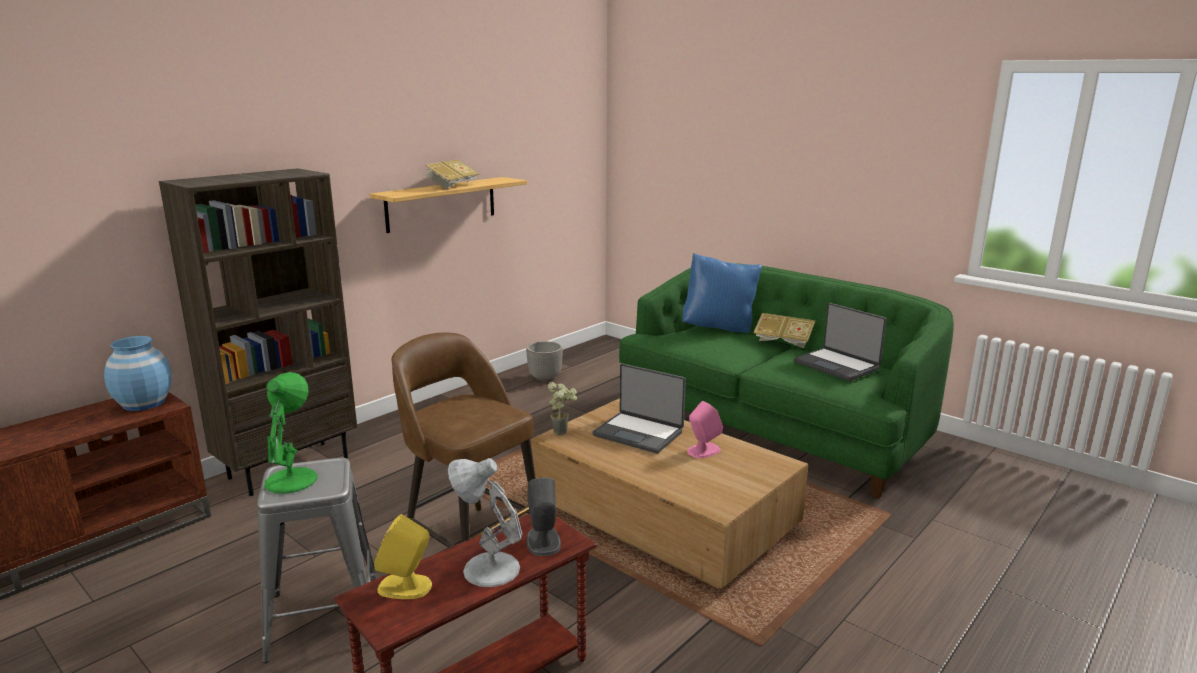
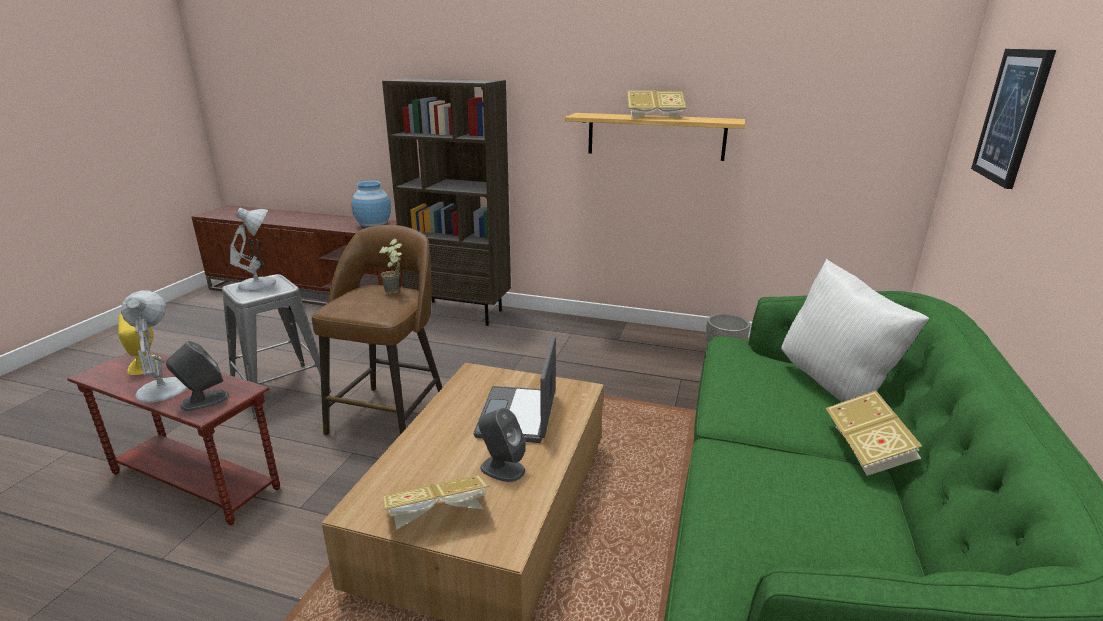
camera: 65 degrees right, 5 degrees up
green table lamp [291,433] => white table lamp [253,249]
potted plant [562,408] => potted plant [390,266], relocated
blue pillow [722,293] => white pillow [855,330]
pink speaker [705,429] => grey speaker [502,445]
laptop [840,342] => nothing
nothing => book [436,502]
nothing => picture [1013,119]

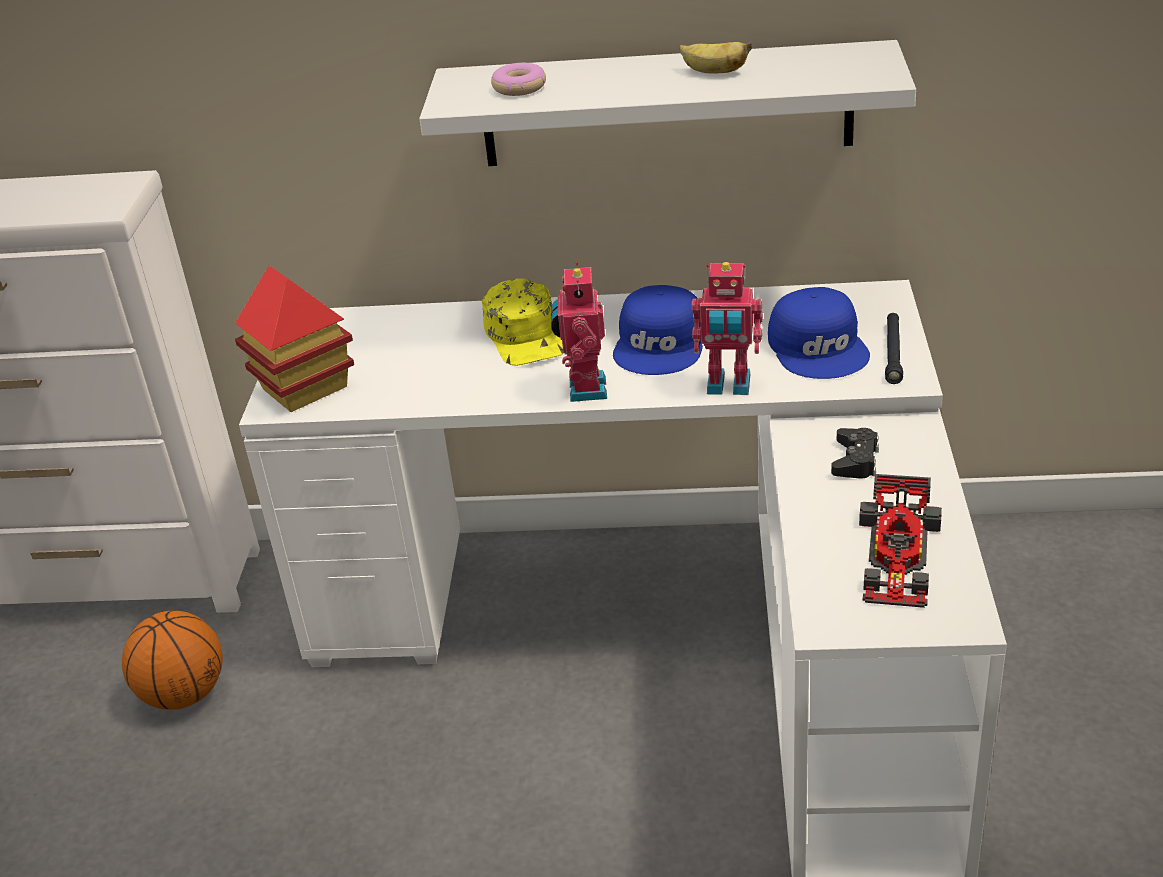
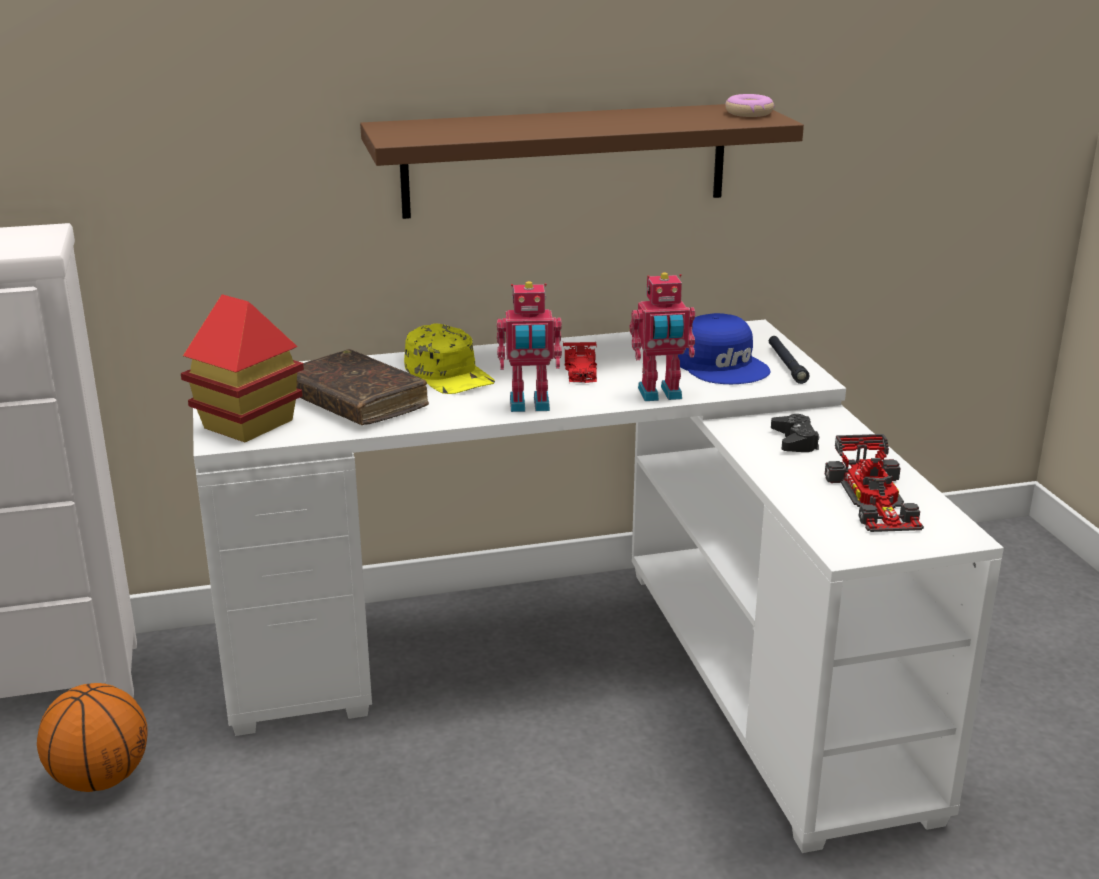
camera: 20 degrees left, 10 degrees down
white shelf [667,103] => brown shelf [582,161]
donut [518,79] => donut [750,105], relocated
toy robot [579,332] => toy robot [529,346], 75 degrees counterclockwise
blue cap [658,330] => red toy car [580,362]
banana [715,57] => nothing
nothing => brown book [363,387]

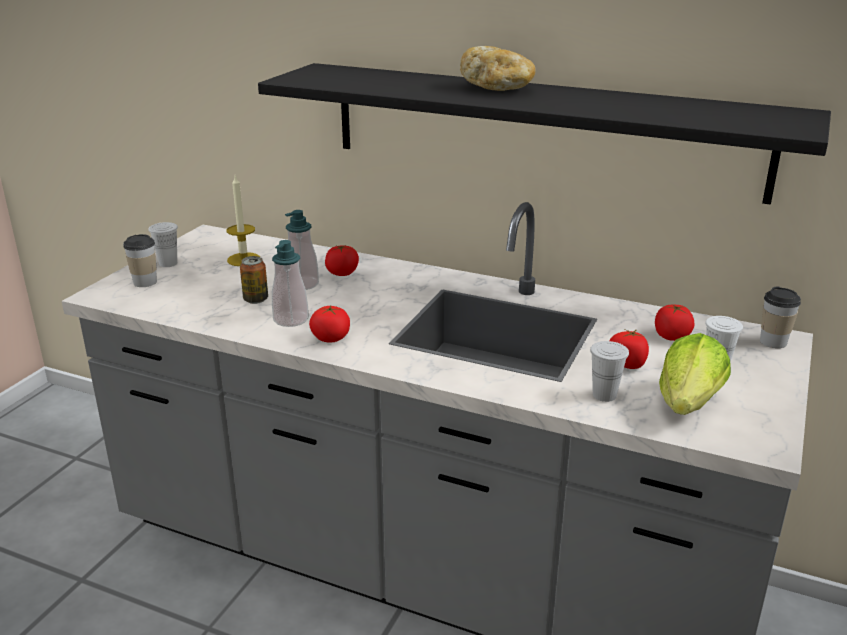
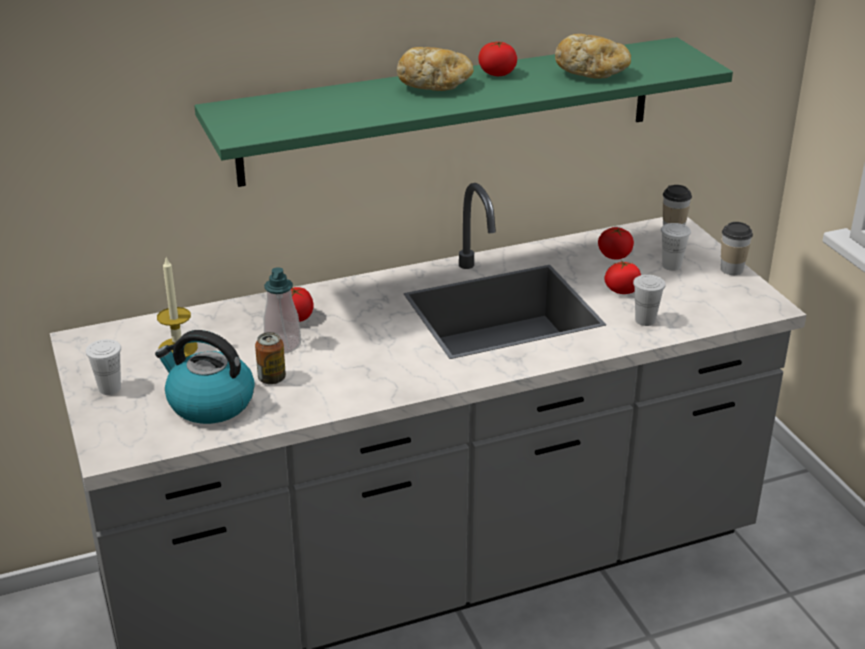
camera: 45 degrees left, 5 degrees up
cup [140,260] => cup [737,248], relocated
black shelf [544,134] => green shelf [464,112]
soap dispenser [290,283] => nothing
tomato [329,324] => tomato [497,59], relocated
lettuce [695,374] => nothing
nothing => kettle [205,377]
nothing => bread [593,56]

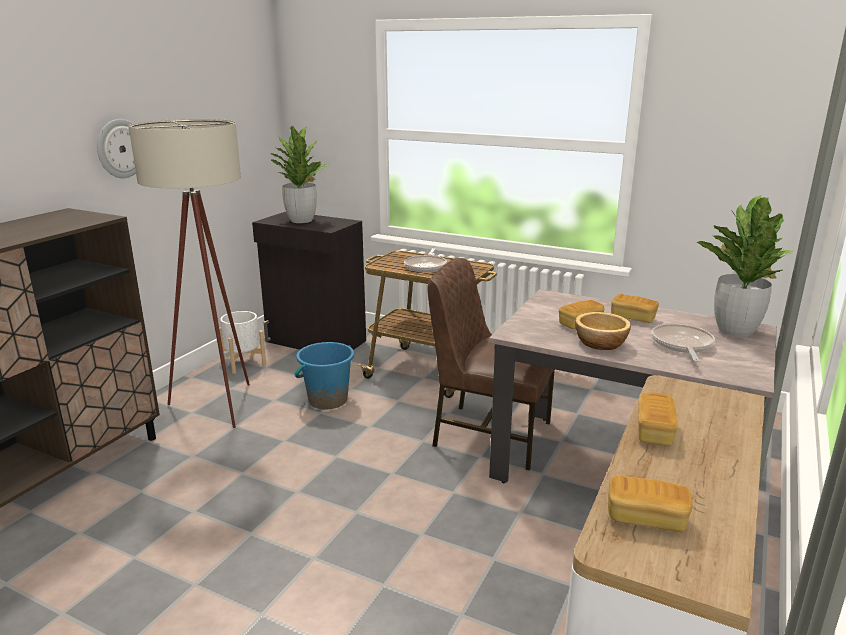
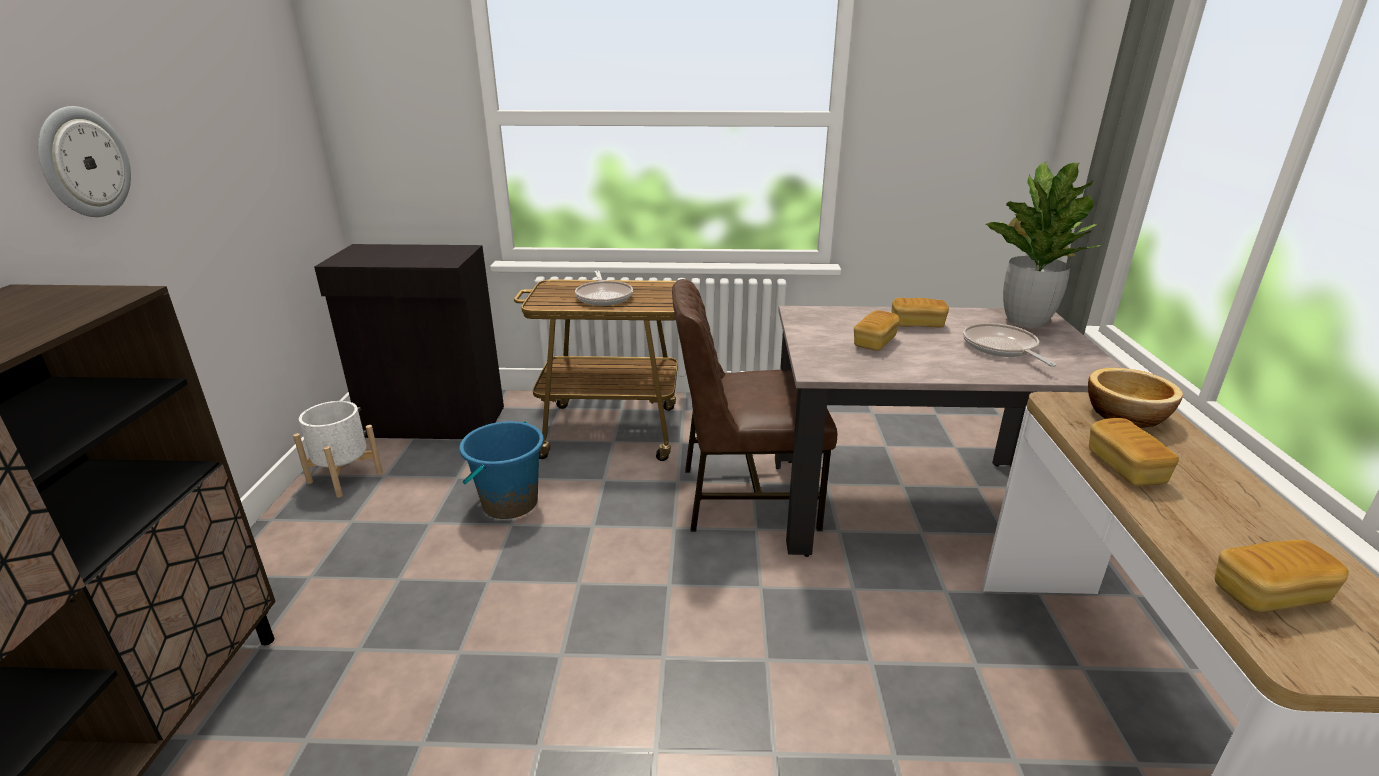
camera: 25 degrees left, 5 degrees up
beige floor lamp [189,273] => nothing
potted plant [299,174] => nothing
bowl [603,331] => bowl [1135,398], relocated

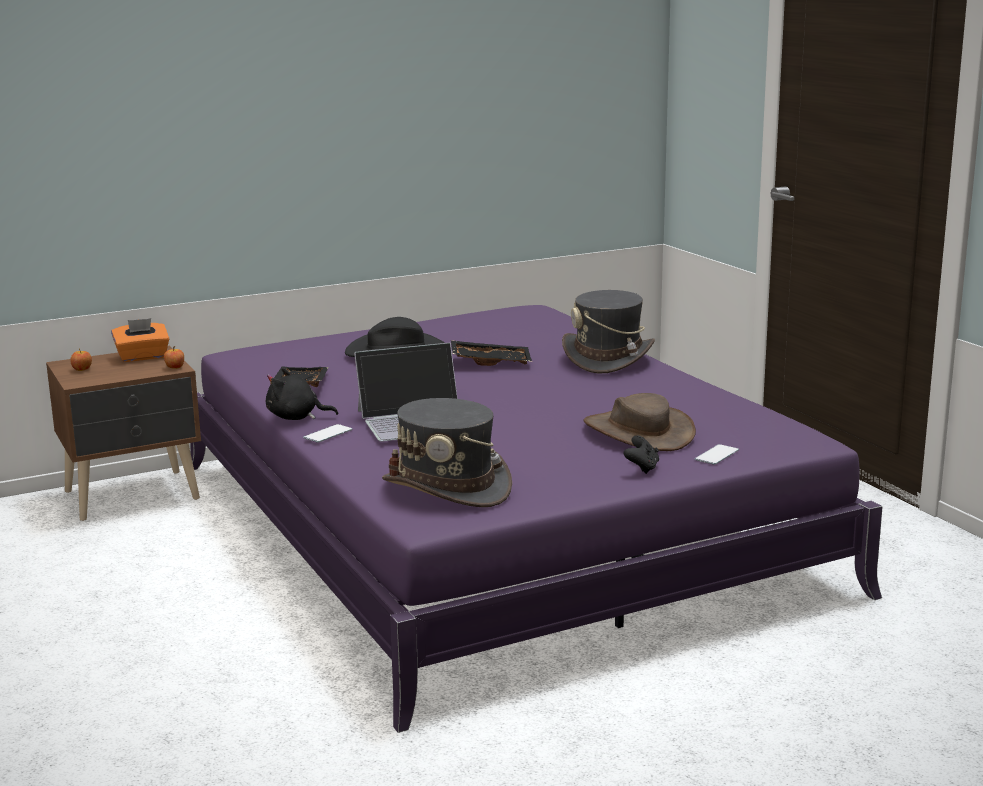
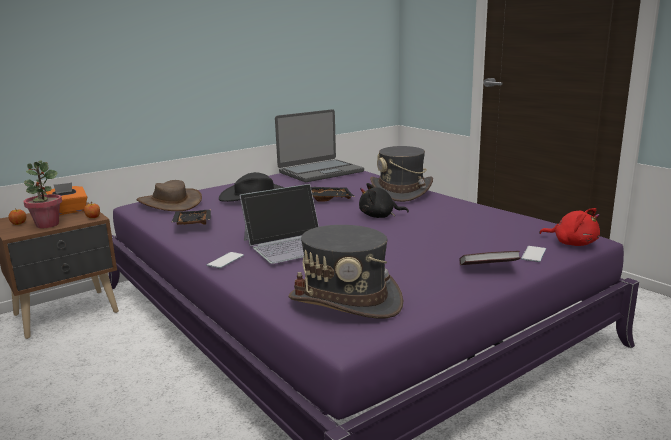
camera: 10 degrees left, 0 degrees up
black plush toy [302,394] => black plush toy [384,200], relocated
brown hat [640,422] => brown hat [169,195], relocated
black game controller [641,454] => book [490,258]
nothing => potted plant [43,194]
nothing => laptop [319,145]
nothing => red plush toy [569,227]

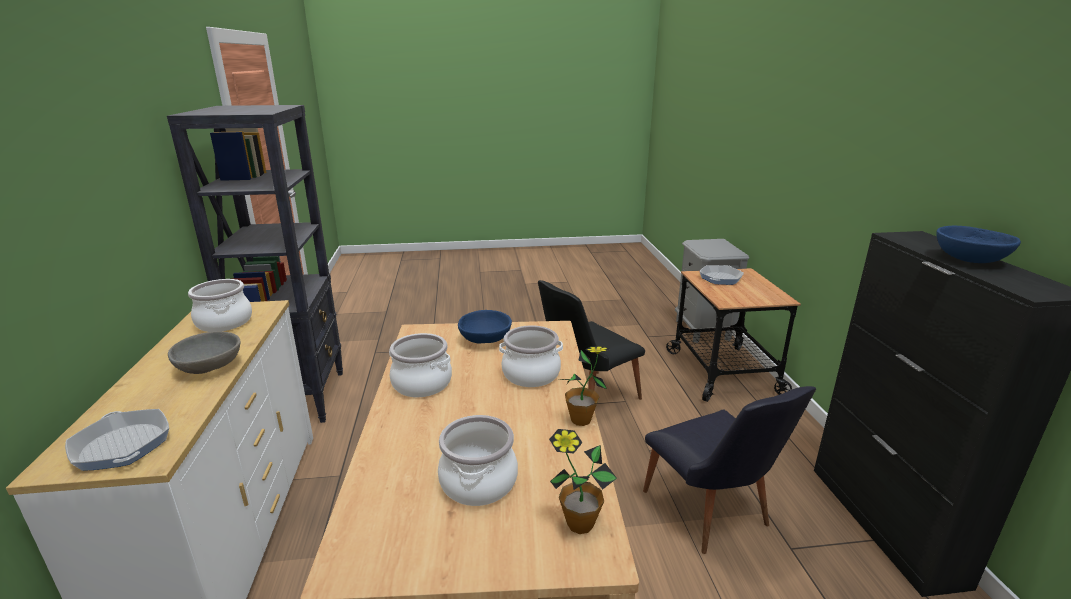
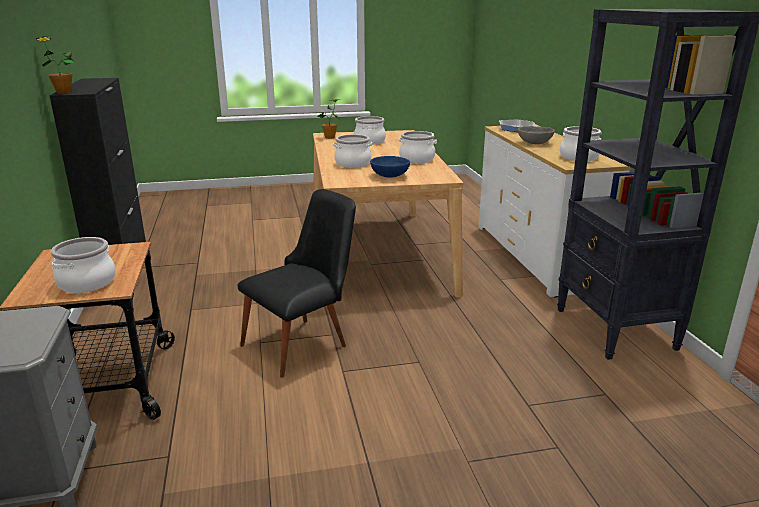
camera: 175 degrees right, 0 degrees up
potted plant [585,386] => potted plant [55,65], relocated
black chair [729,470] => nothing
frying pan [721,275] => cooking pot [83,265]
blue bowl [978,244] => nothing

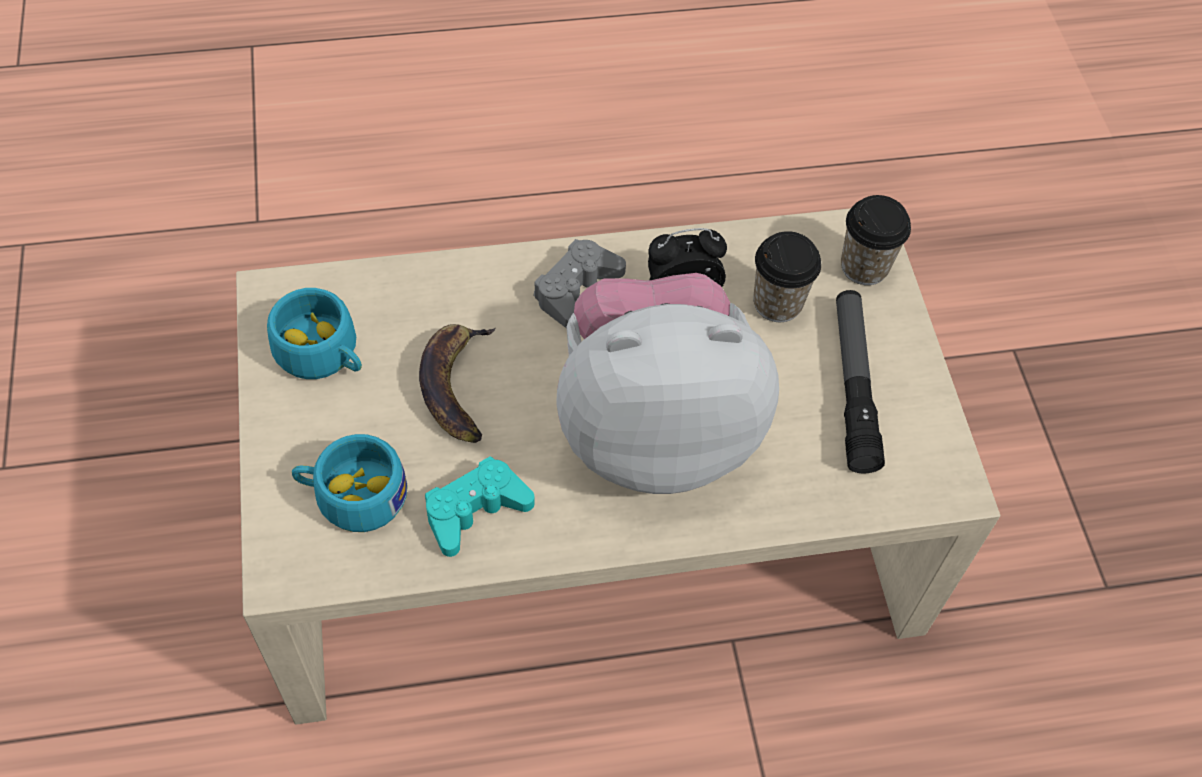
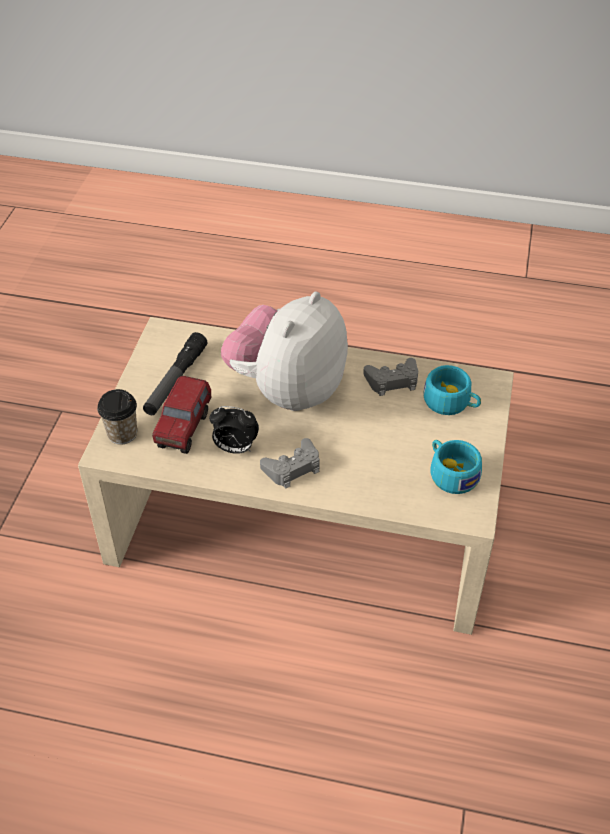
camera: 155 degrees left, 10 degrees down
banana [457,383] => nothing
turquoise game controller [479,506] => grey game controller [390,377]
plush toy [667,383] => plush toy [284,351], 105 degrees clockwise
cup [787,276] => toy truck [182,415]

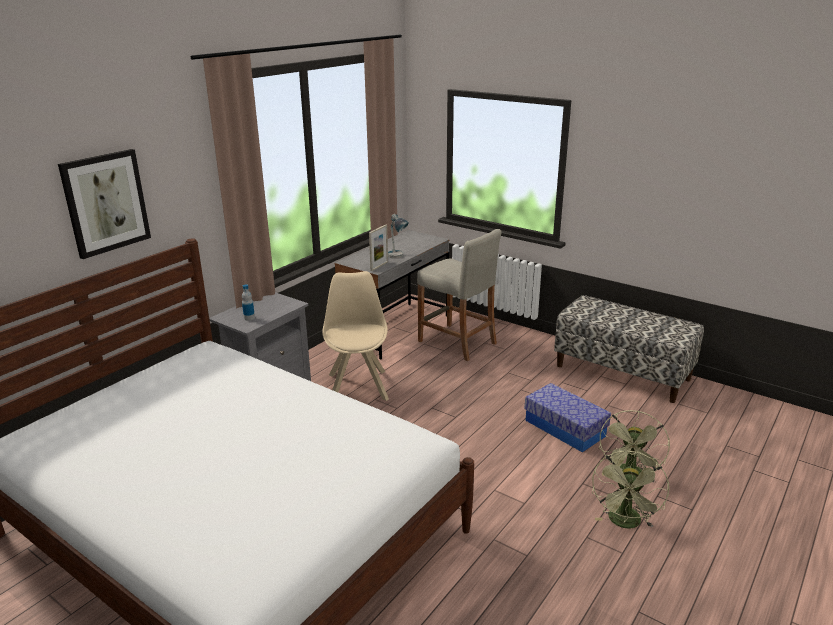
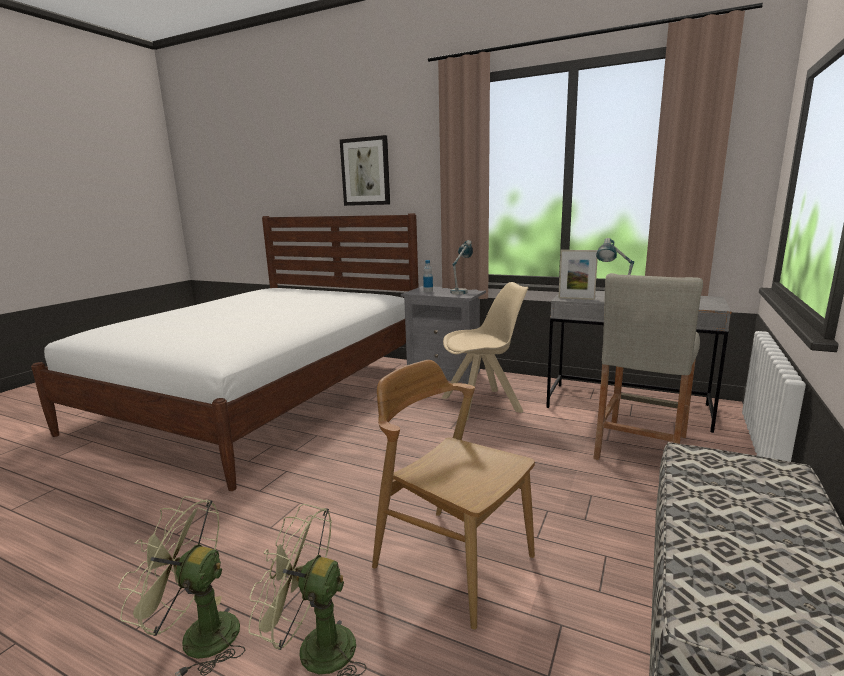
camera: 80 degrees right, 10 degrees down
storage box [567,417] => brown chair [453,495]
nothing => table lamp [462,267]

